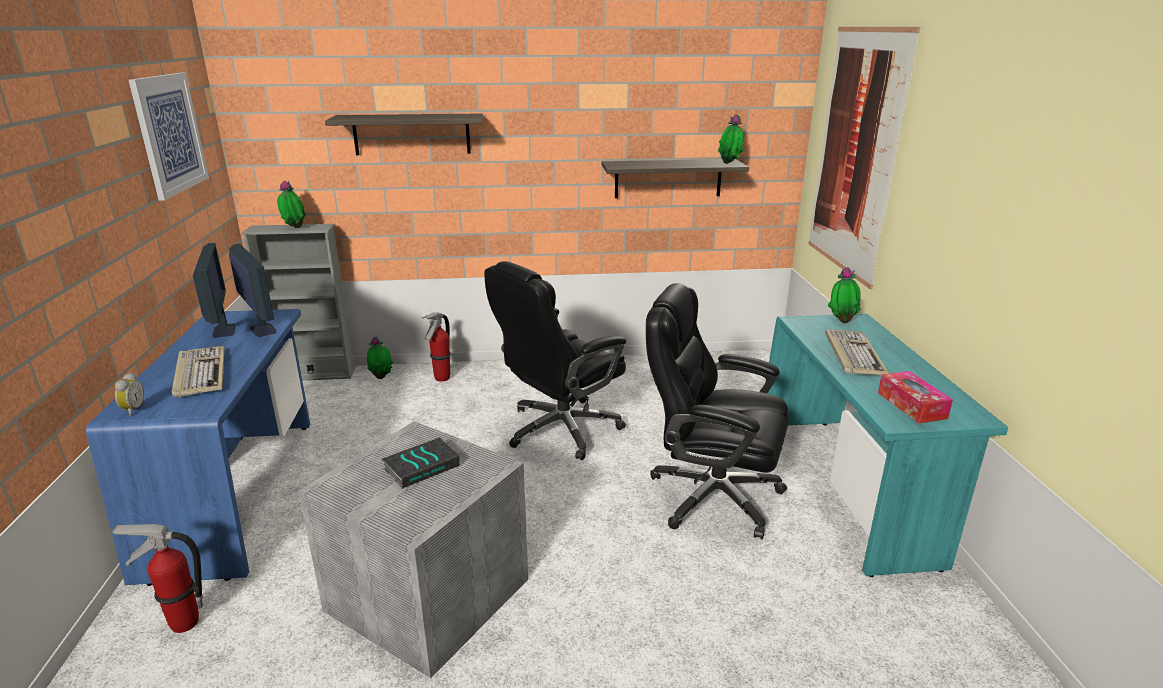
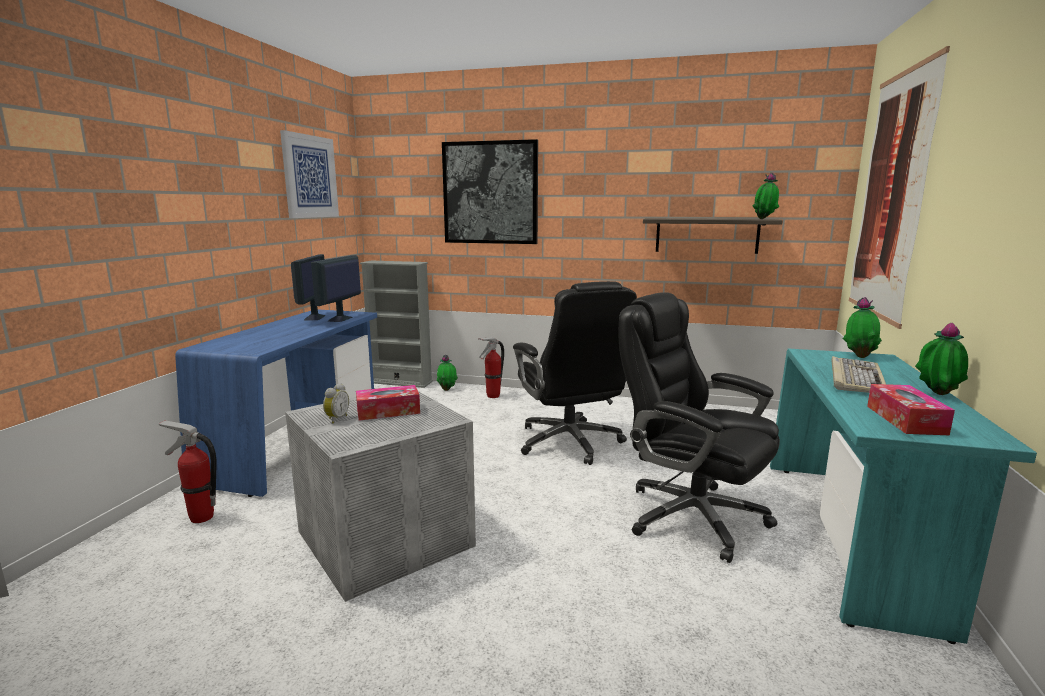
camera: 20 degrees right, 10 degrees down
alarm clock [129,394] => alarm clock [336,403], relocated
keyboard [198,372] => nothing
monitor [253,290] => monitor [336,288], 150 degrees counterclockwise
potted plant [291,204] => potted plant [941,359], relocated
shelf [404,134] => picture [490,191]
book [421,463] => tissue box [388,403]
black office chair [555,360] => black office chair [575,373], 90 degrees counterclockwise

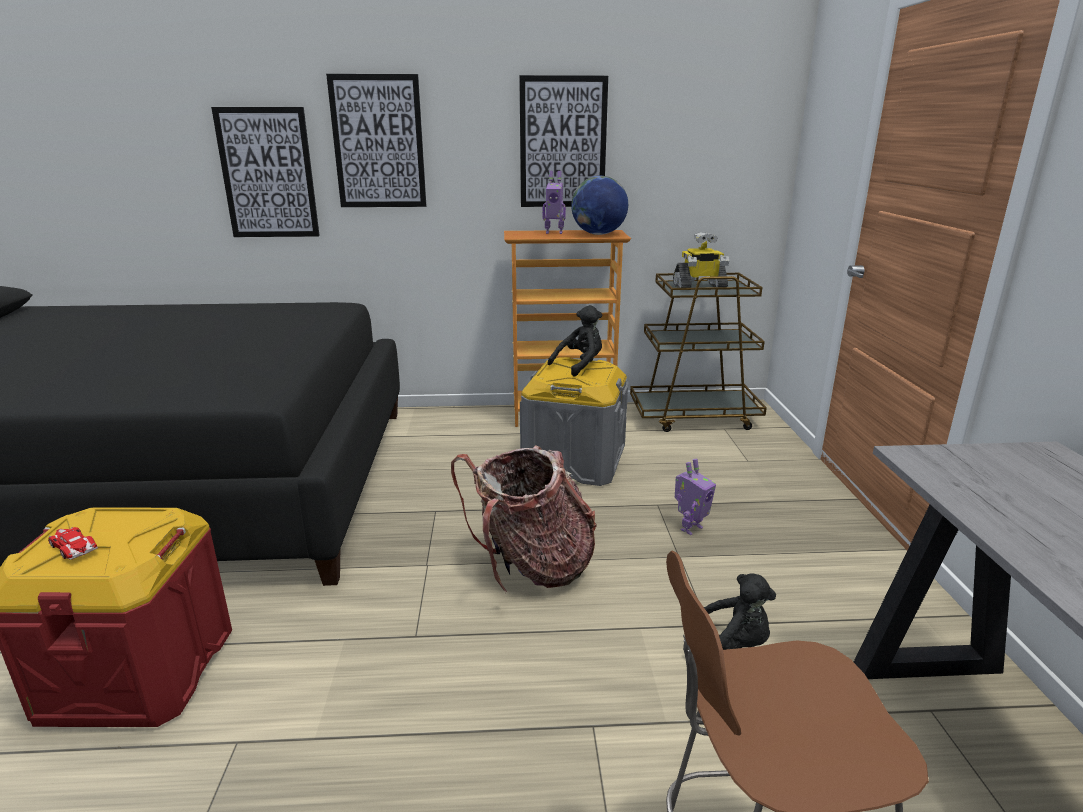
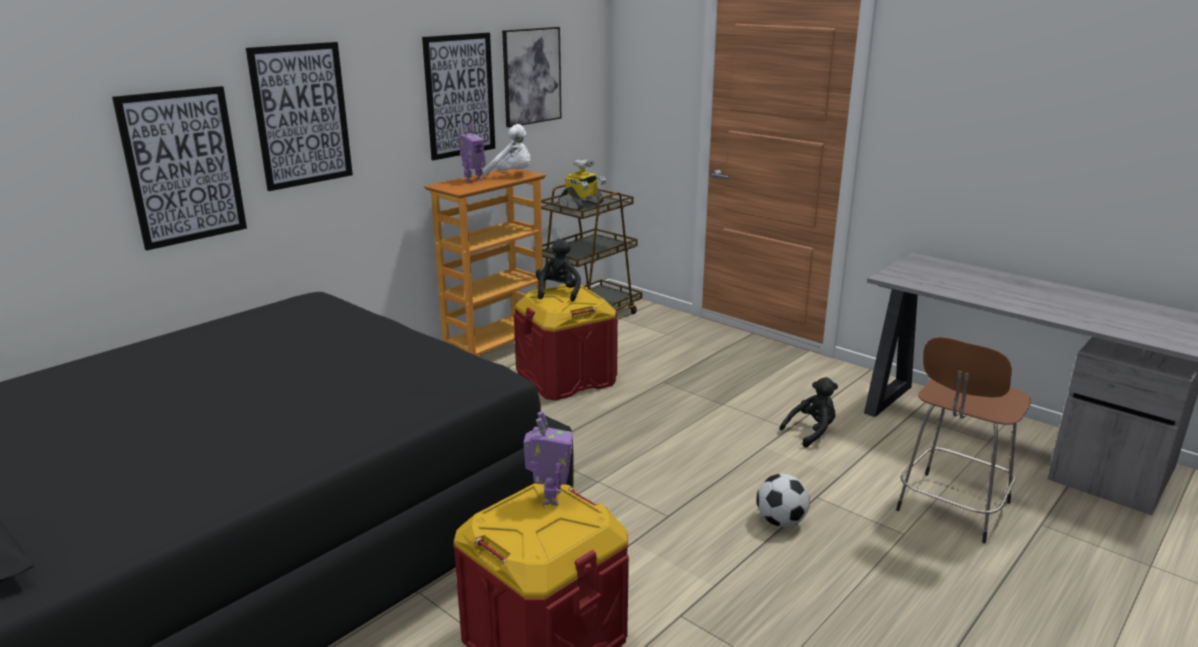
camera: 45 degrees left, 0 degrees up
toy car [73,543] => nothing
backpack [524,518] => nothing
grey storage box [574,421] => red storage box [566,342]
globe [599,205] => white plush toy [506,150]
toy robot [695,497] => toy robot [548,458], relocated
nothing => picture [531,77]
nothing => football [783,500]

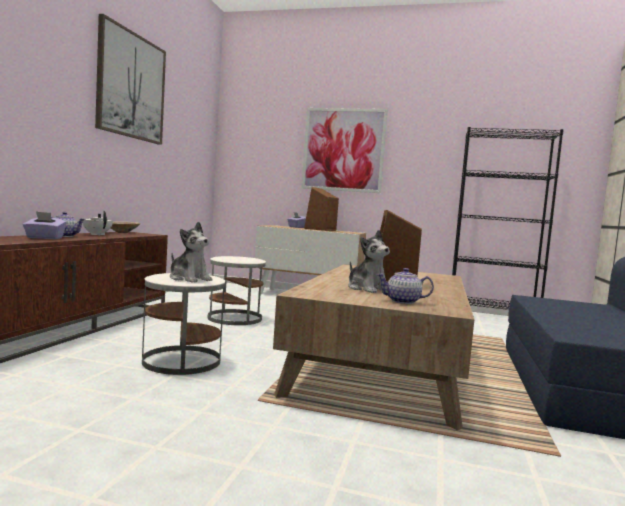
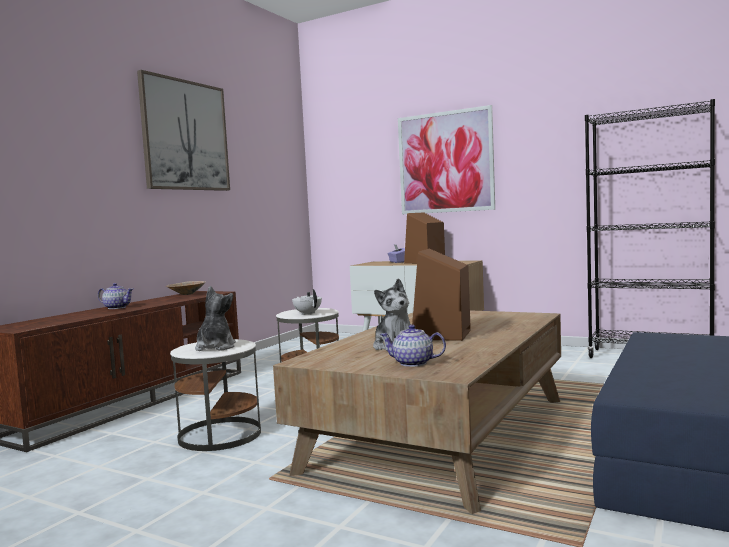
camera: 15 degrees right, 0 degrees up
purple tissue box [45,225] => nothing
white teapot [97,223] => white teapot [307,302], relocated
plush toy [191,252] => plush toy [215,318], 135 degrees counterclockwise

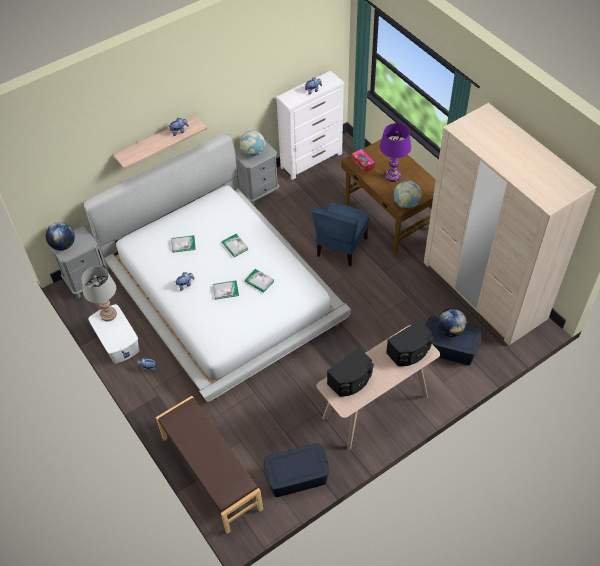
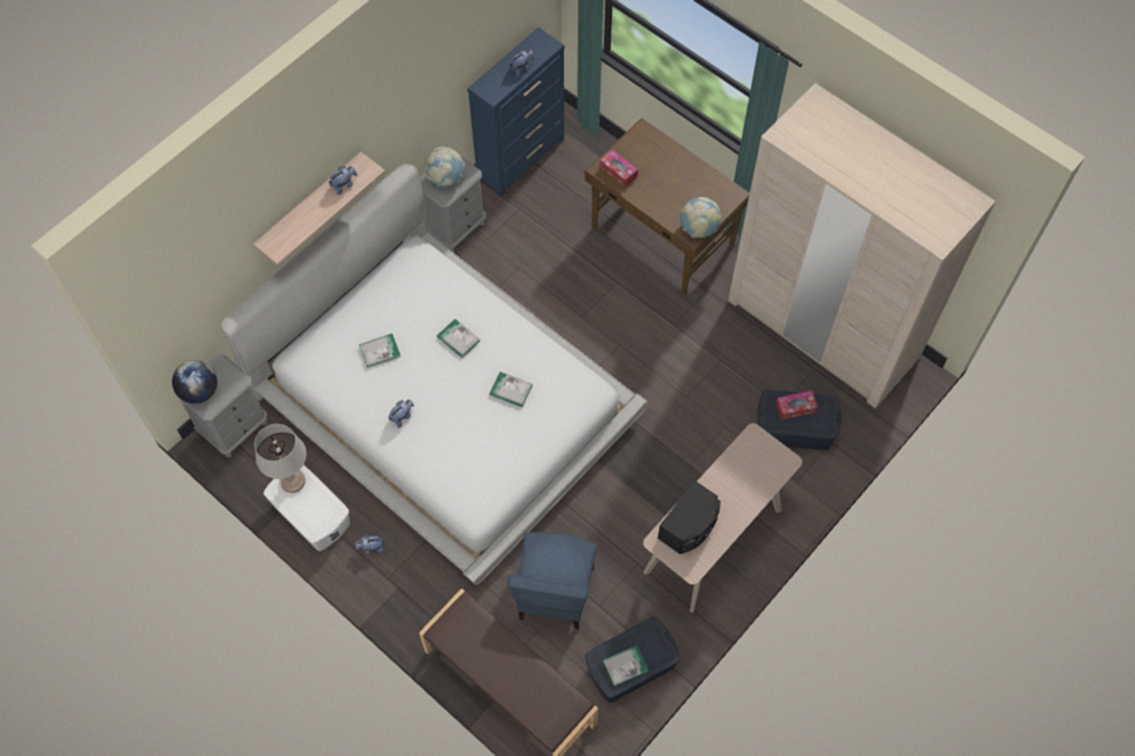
camera: 15 degrees left, 10 degrees up
book [226,290] => book [625,665], relocated
white dresser [310,125] => blue dresser [516,112]
blue chair [341,234] => blue chair [552,580], relocated
purple table lamp [395,152] => nothing
black speaker [410,343] => nothing
globe [452,322] => tissue box [797,405]

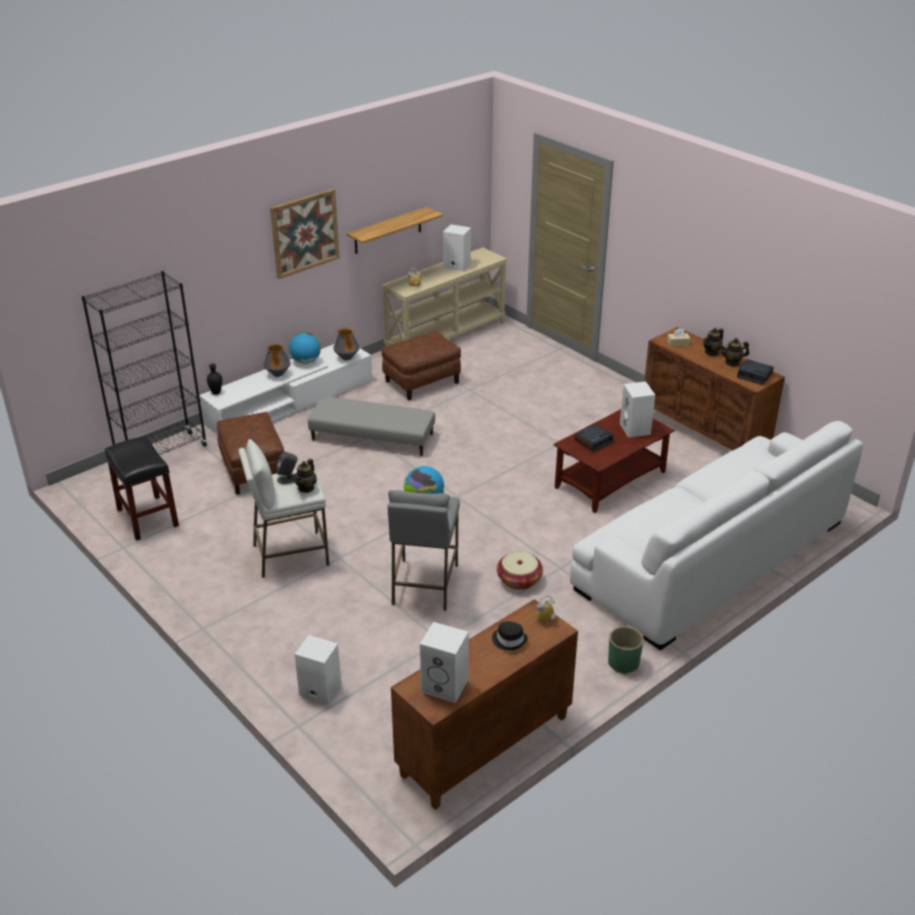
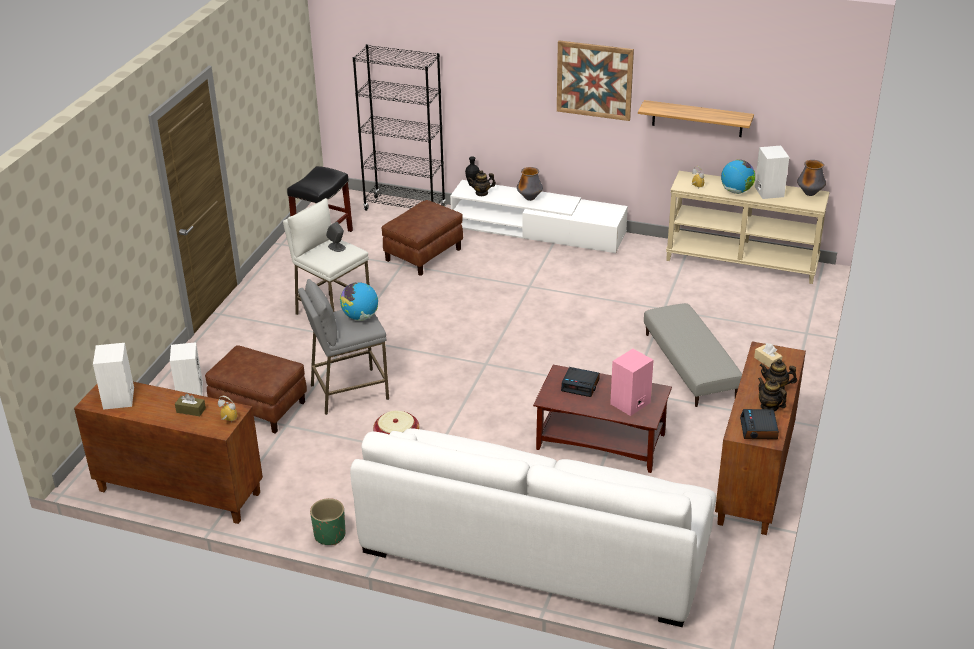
camera: 60 degrees right, 0 degrees up
globe [305,348] => globe [738,177], relocated
teapot [305,476] => teapot [482,183], relocated
grey ottoman [371,426] => grey ottoman [693,355], relocated
vase [346,344] => vase [811,178], relocated
brown ottoman [421,365] => brown ottoman [256,389], relocated
black hat [510,636] => brown tissue box [190,404]
white speaker [637,409] => pink speaker [632,382]

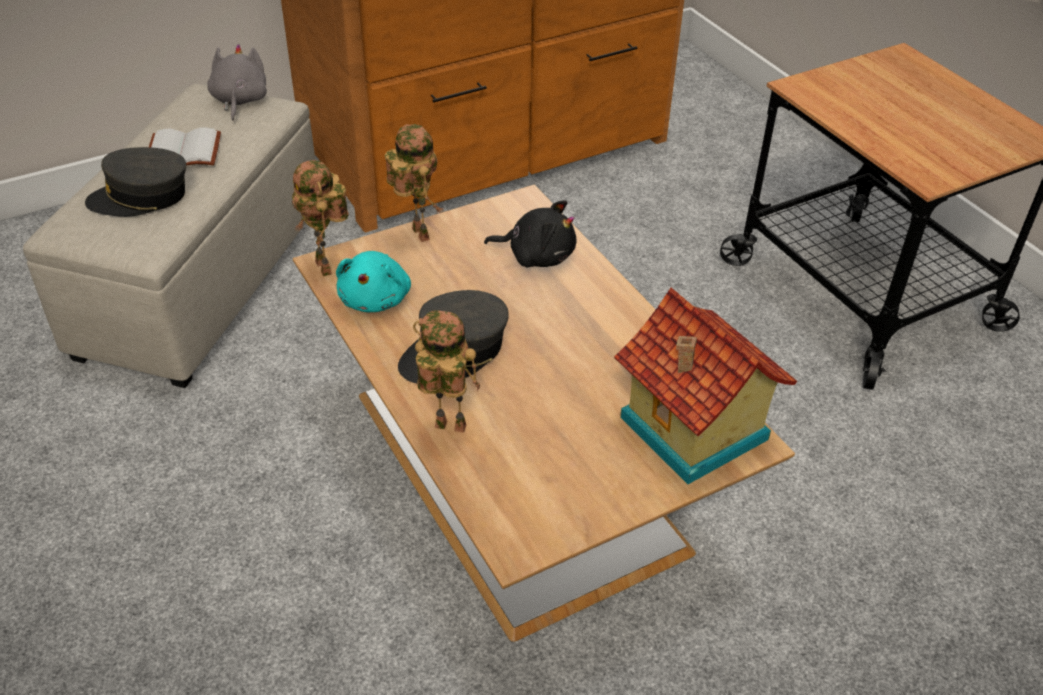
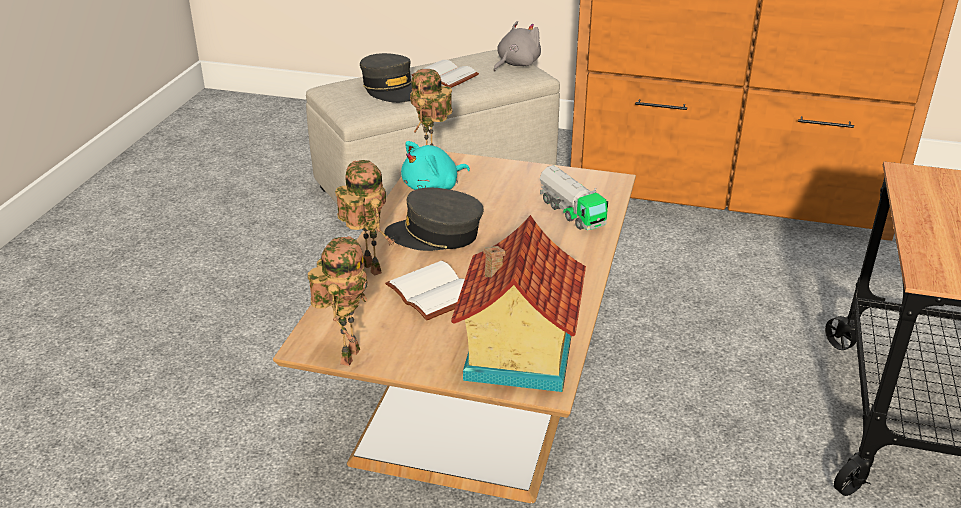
camera: 45 degrees right, 10 degrees down
grey cap [135,182] => grey cap [386,78], 150 degrees counterclockwise
toy robot [414,183] => toy robot [338,301], relocated
black plush toy [530,233] => toy truck [574,197]
nothing => white book [425,291]

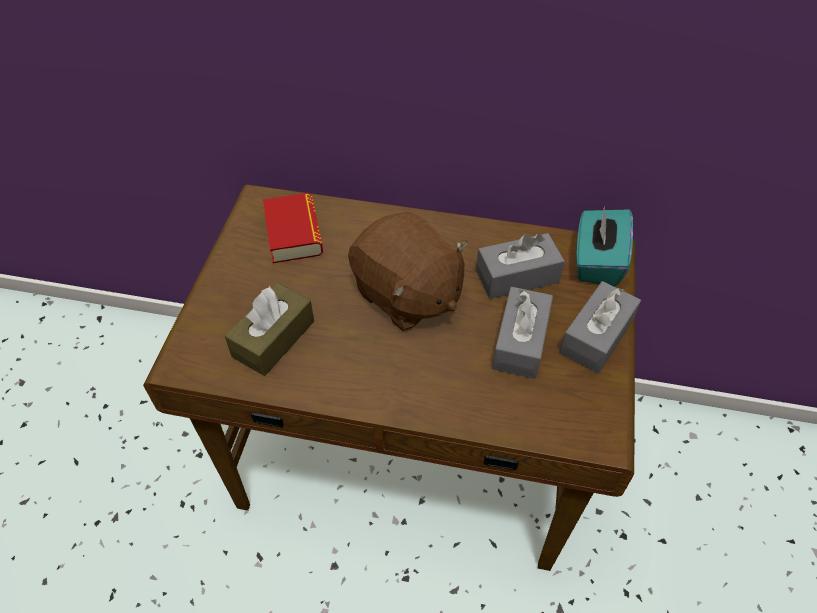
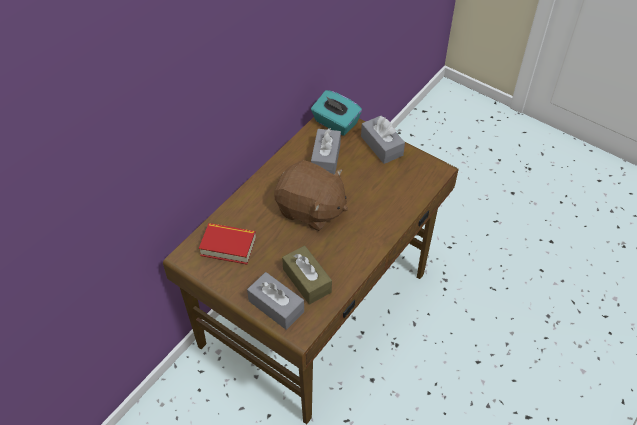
camera: 65 degrees left, 0 degrees up
brown plush toy [408,271] => brown plush toy [311,195], 45 degrees clockwise
grey tissue box [522,333] => grey tissue box [275,301], relocated

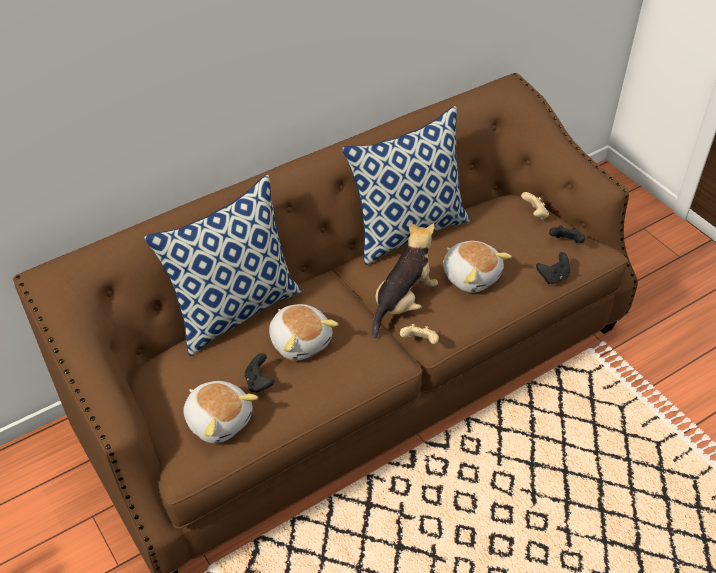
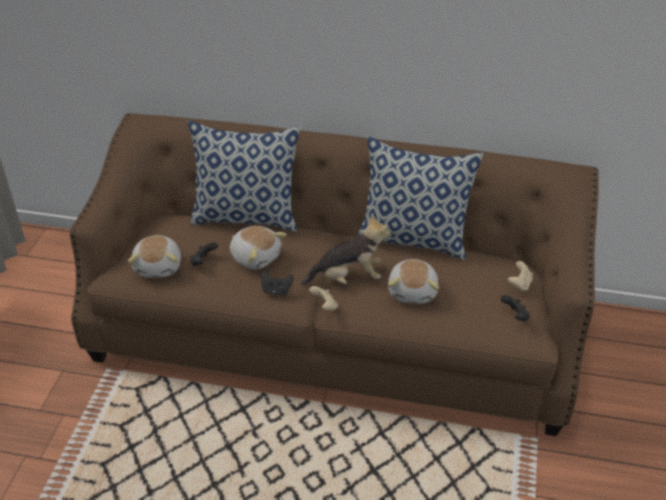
camera: 45 degrees right, 5 degrees down
plush toy [304,332] => plush toy [258,248], 60 degrees counterclockwise
black game controller [553,268] => black game controller [277,283], relocated

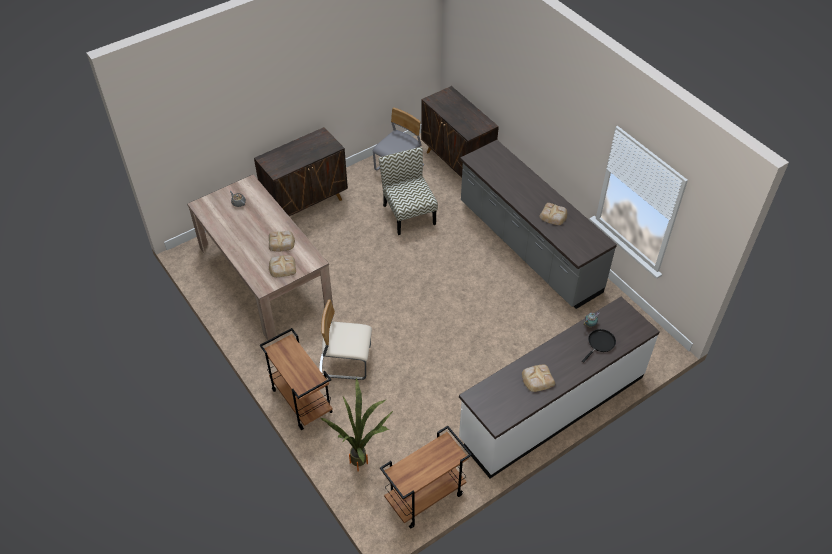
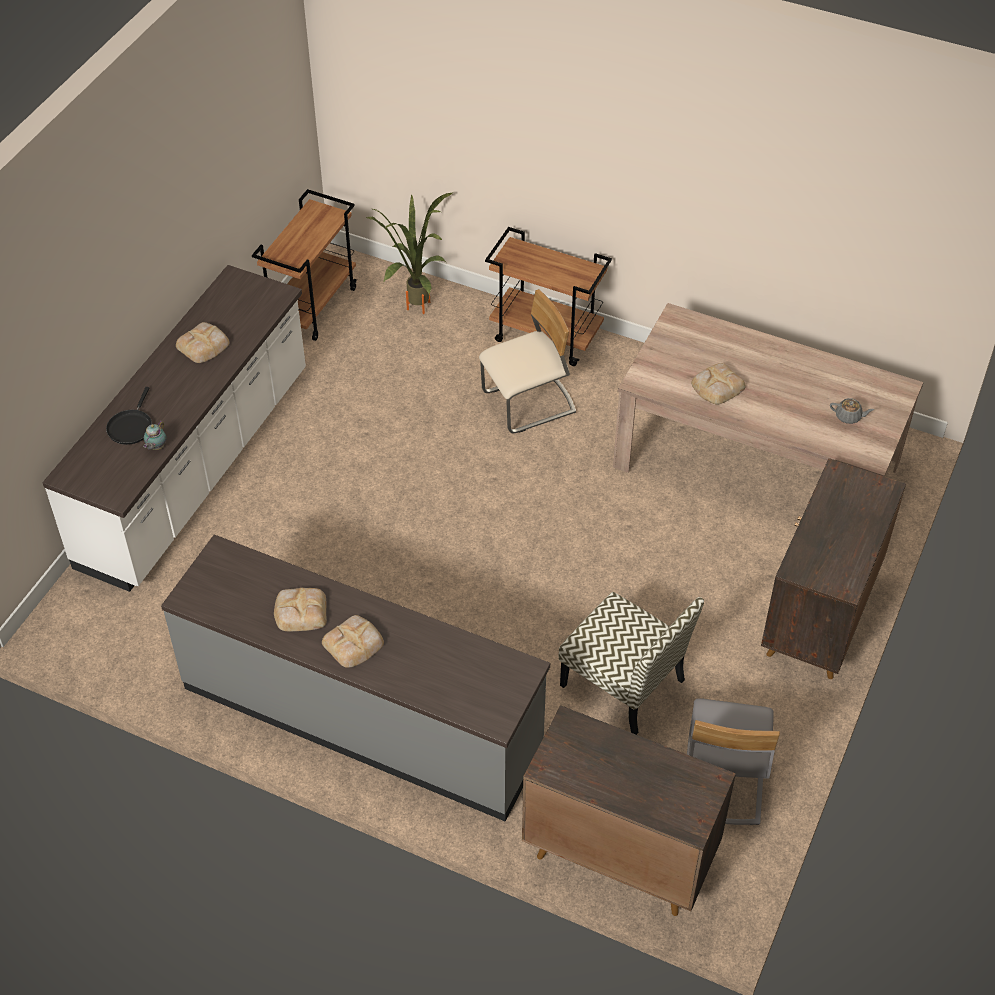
camera: 150 degrees right, 0 degrees up
bread [282,266] => bread [353,641], relocated

